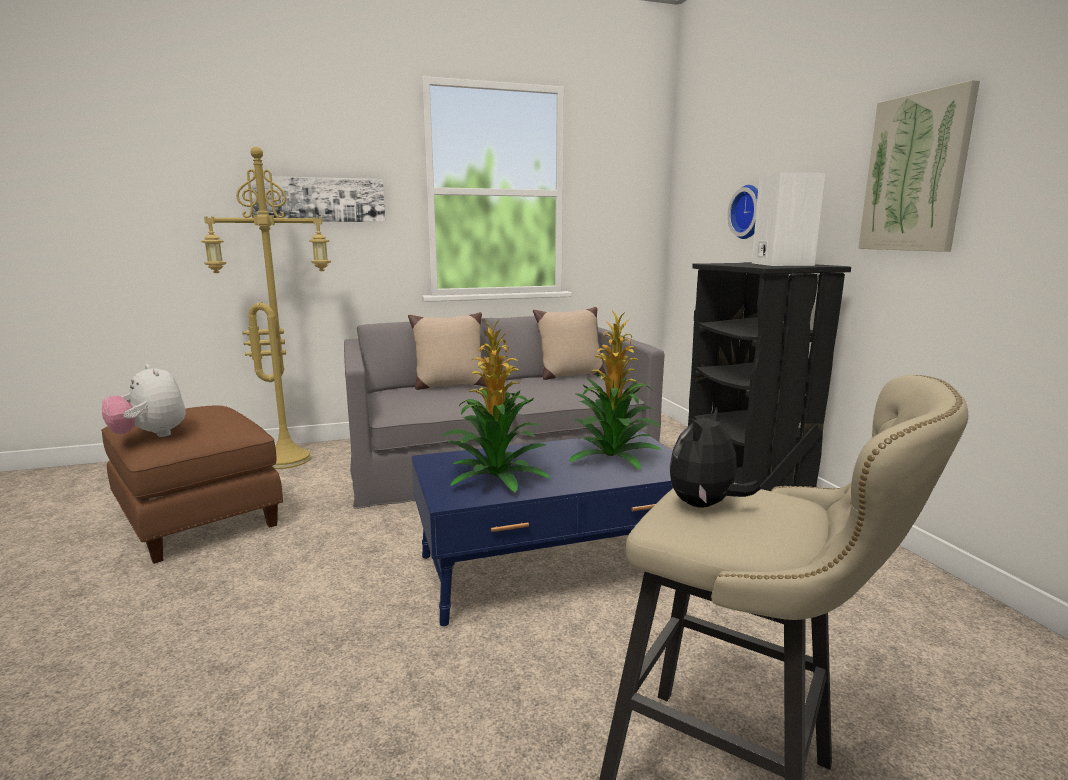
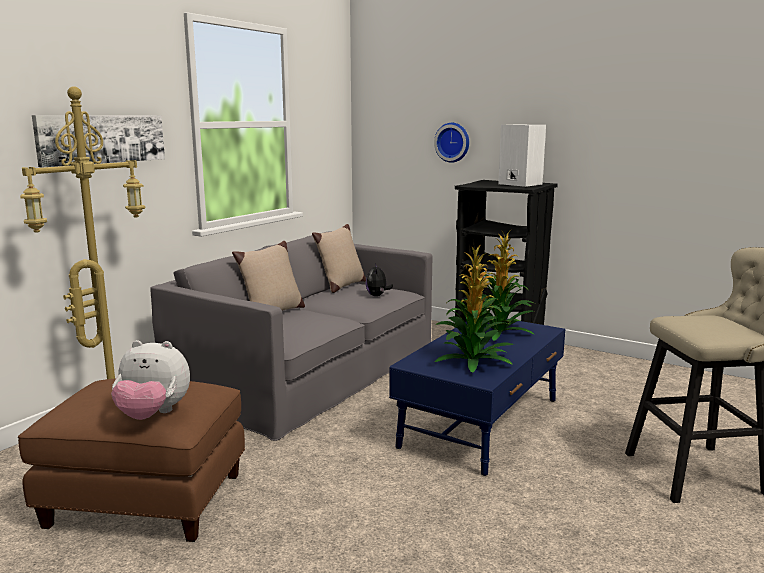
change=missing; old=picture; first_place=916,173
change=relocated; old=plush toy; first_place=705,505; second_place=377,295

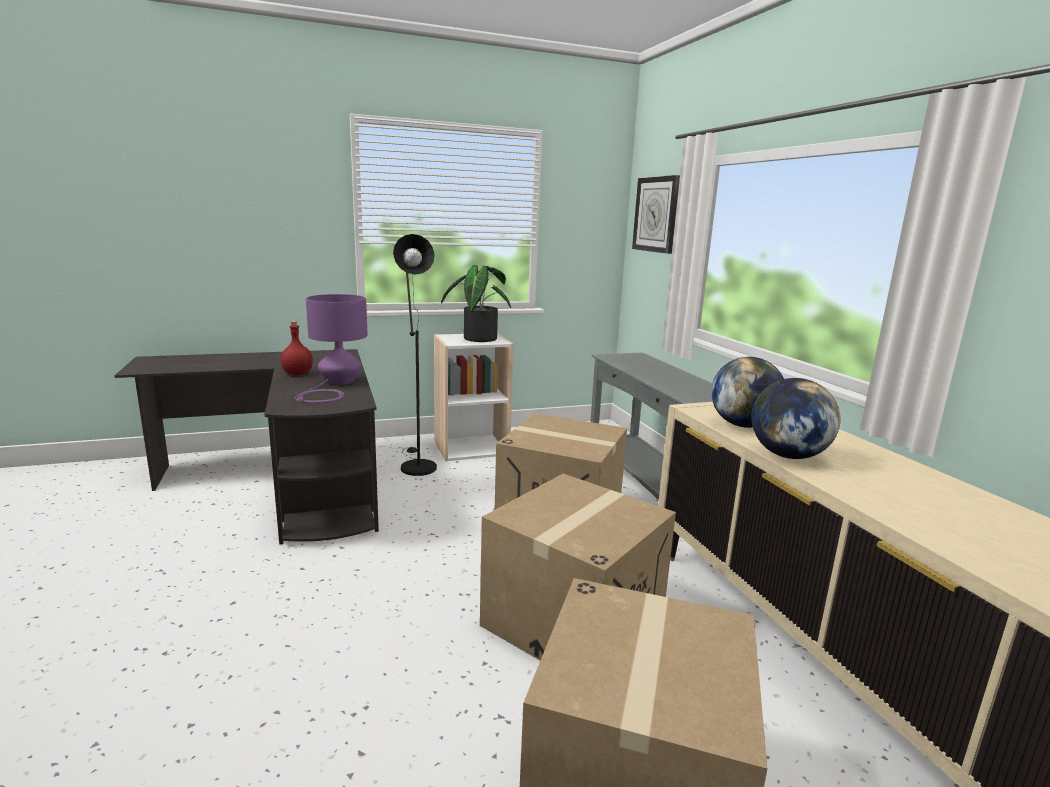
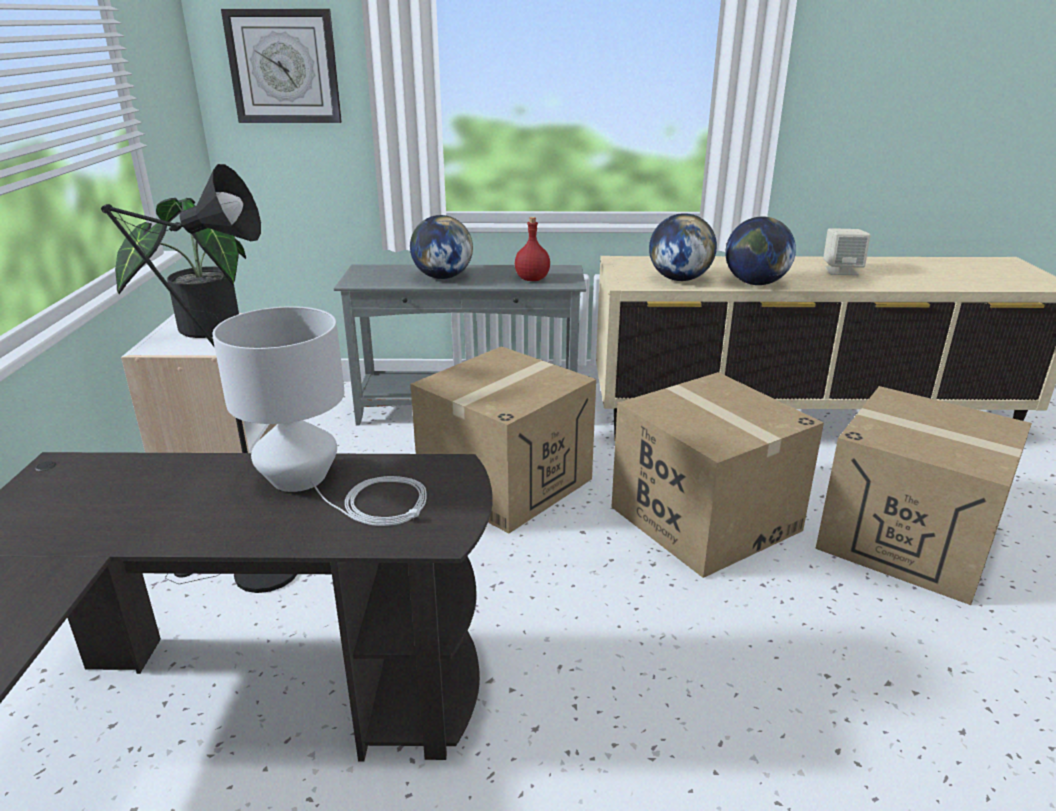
change=colour; old=purple table lamp; new=white table lamp; first_place=332,387; second_place=331,487
change=relocated; old=red bottle; first_place=297,374; second_place=532,279
change=appeared; new=globe; second_place=442,277
change=appeared; new=beige speaker; second_place=841,271

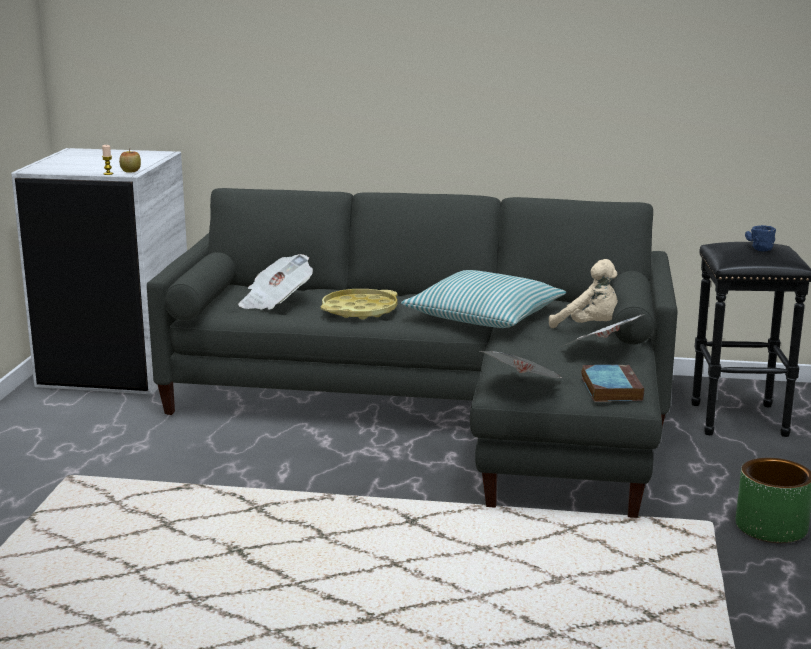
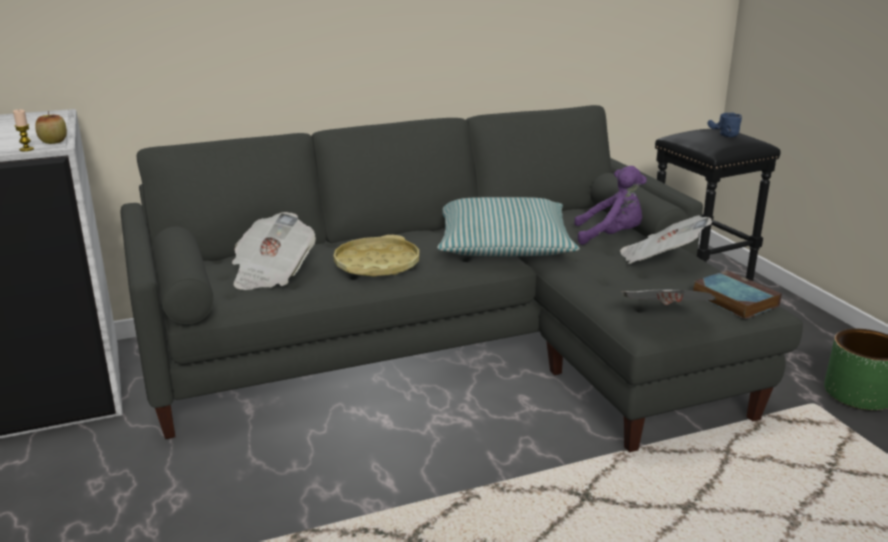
change=colour; old=beige plush toy; new=purple plush toy; first_place=590,327; second_place=611,236

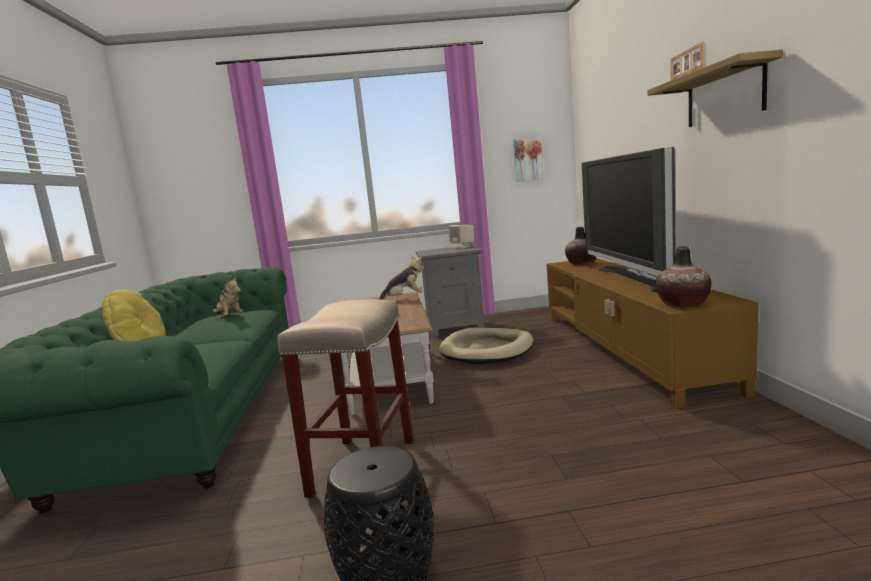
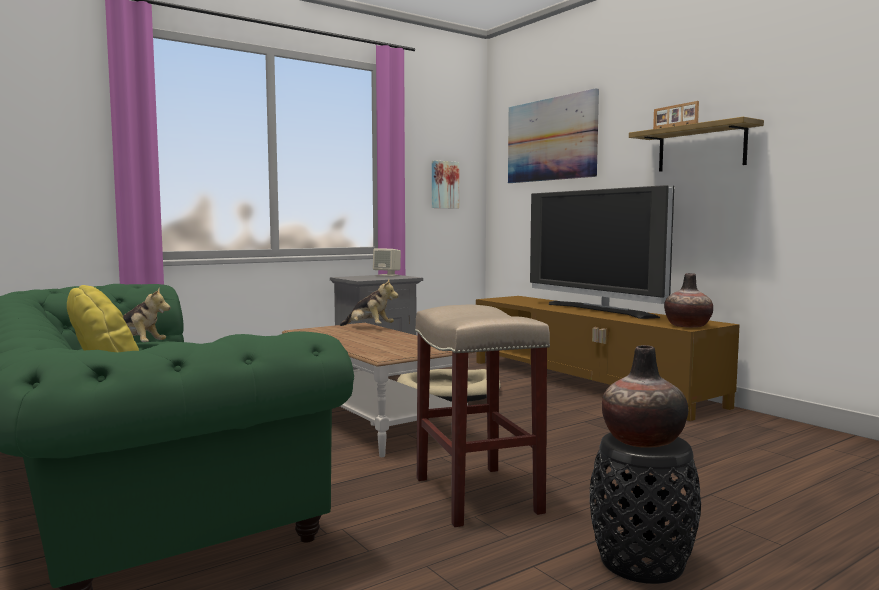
change=relocated; old=vase; first_place=581,263; second_place=642,441
change=spun; old=plush toy; first_place=404,299; second_place=369,328; degrees=75
change=appeared; new=picture; second_place=551,139

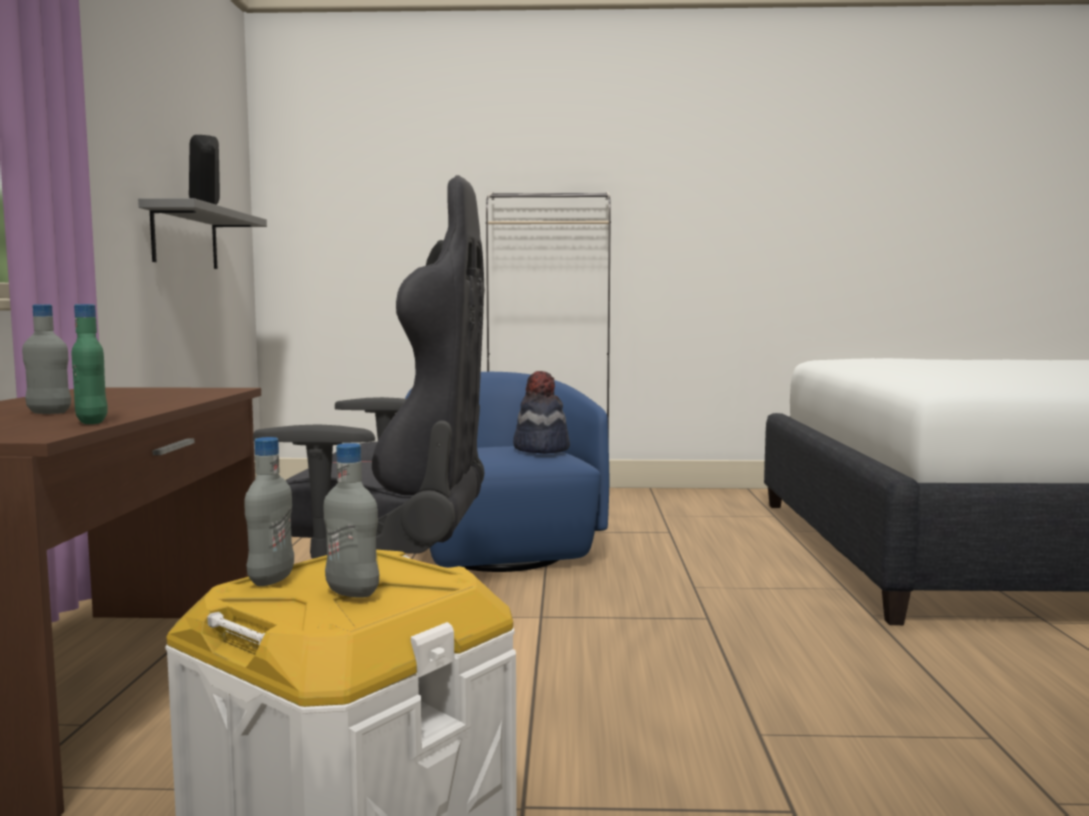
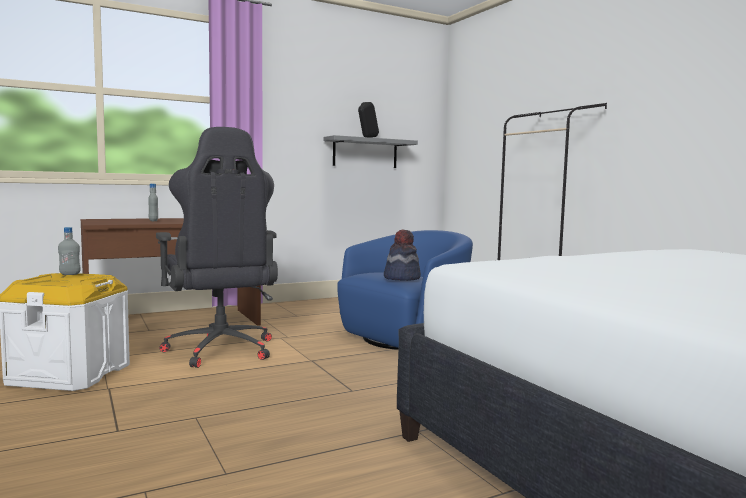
change=missing; old=green bottle; first_place=92,422
change=missing; old=grey bottle; first_place=352,592

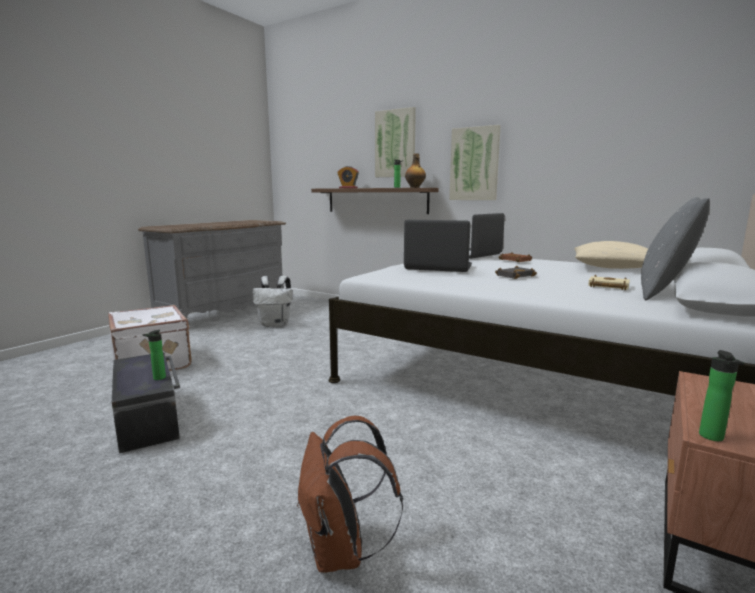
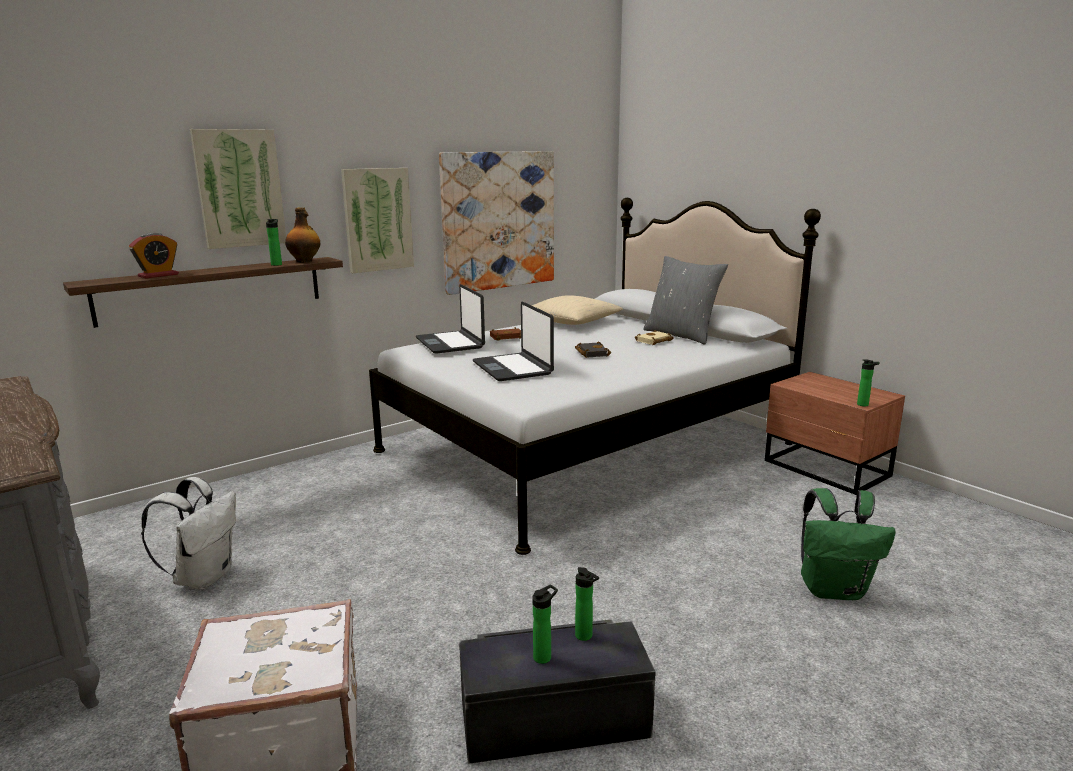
change=spun; old=laptop; first_place=438,267; second_place=513,368; degrees=-60
change=colour; old=brown backpack; new=green backpack; first_place=341,552; second_place=834,589
change=appeared; new=picture; second_place=499,221
change=appeared; new=bottle; second_place=544,656

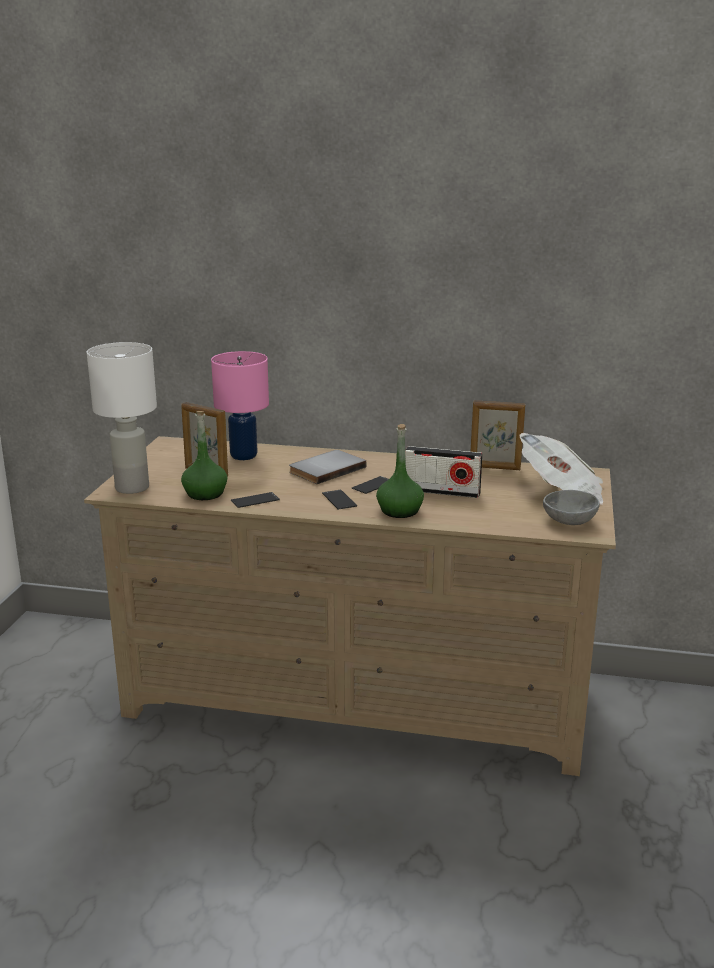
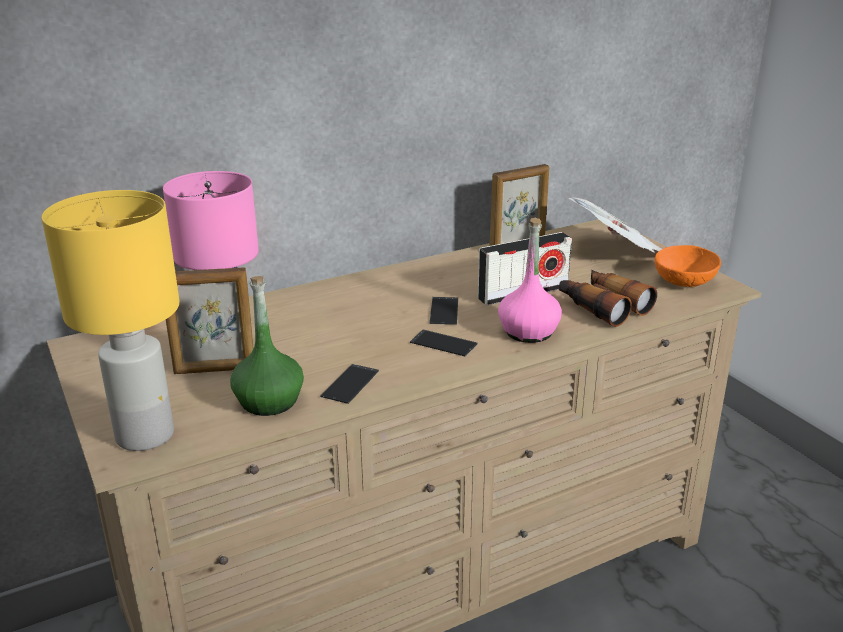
change=colour; old=white table lamp; new=yellow table lamp; first_place=132,487; second_place=143,435
change=colour; old=green bottle; new=pink bottle; first_place=400,511; second_place=529,332
change=missing; old=grey book; first_place=325,469
change=colour; old=grey bowl; new=orange bowl; first_place=569,521; second_place=685,282
change=appeared; new=binoculars; second_place=602,306

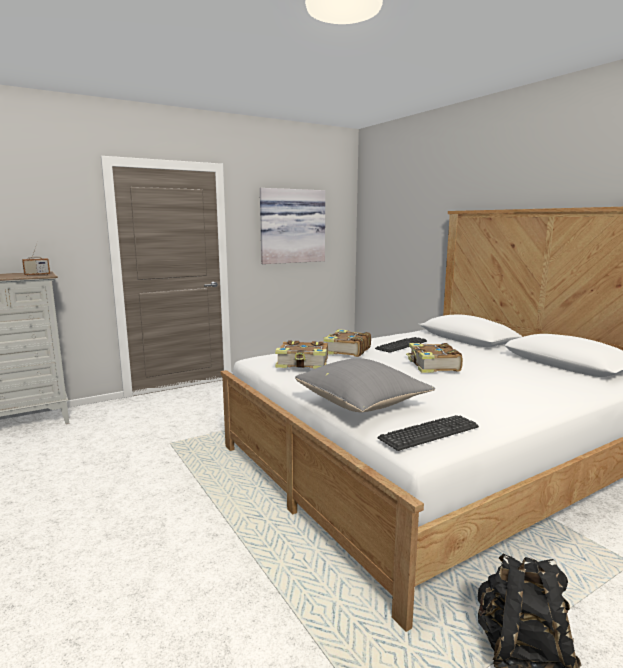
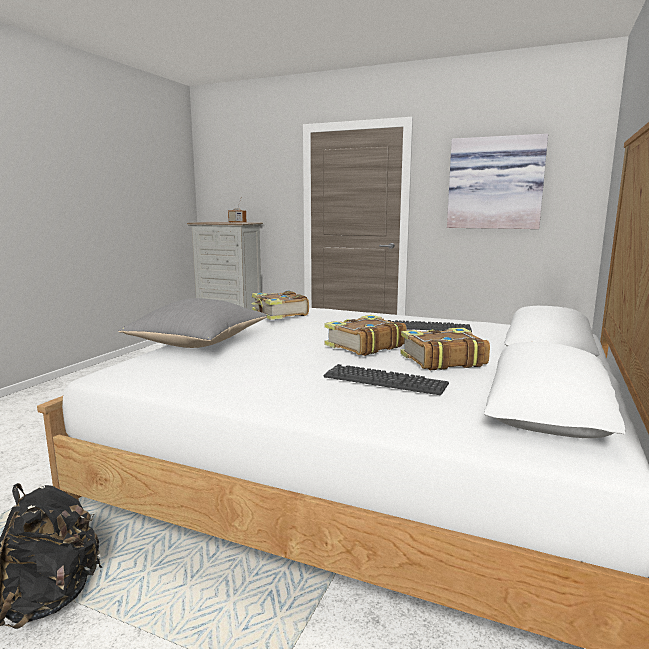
change=relocated; old=book; first_place=346,351; second_place=441,360
change=relocated; old=keyboard; first_place=429,433; second_place=384,381

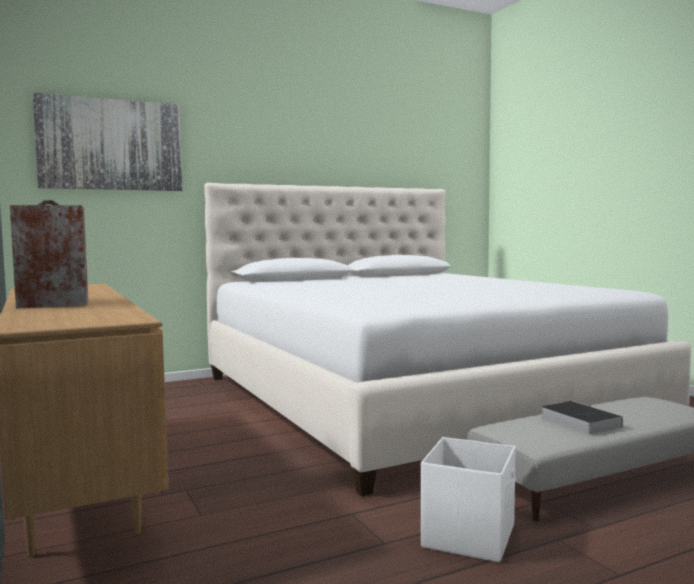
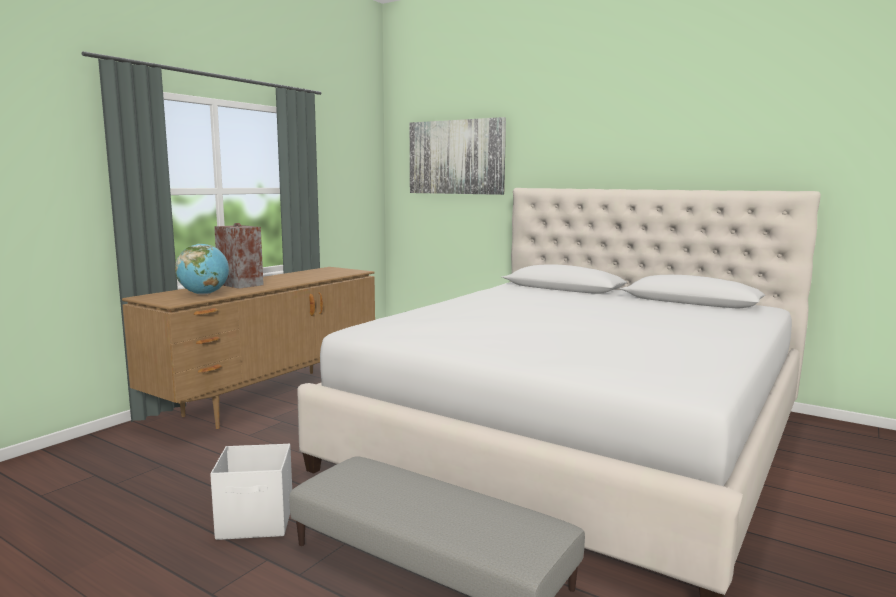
change=missing; old=book; first_place=577,422
change=appeared; new=globe; second_place=204,294

